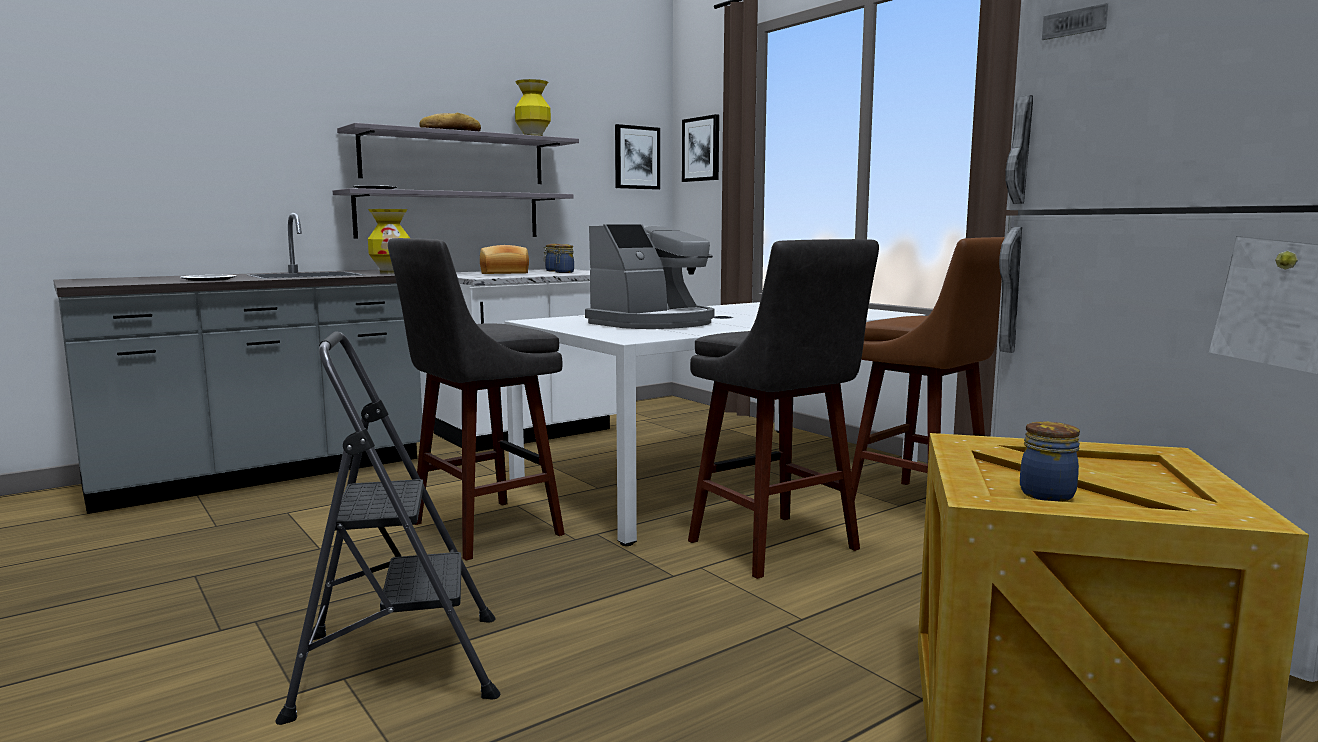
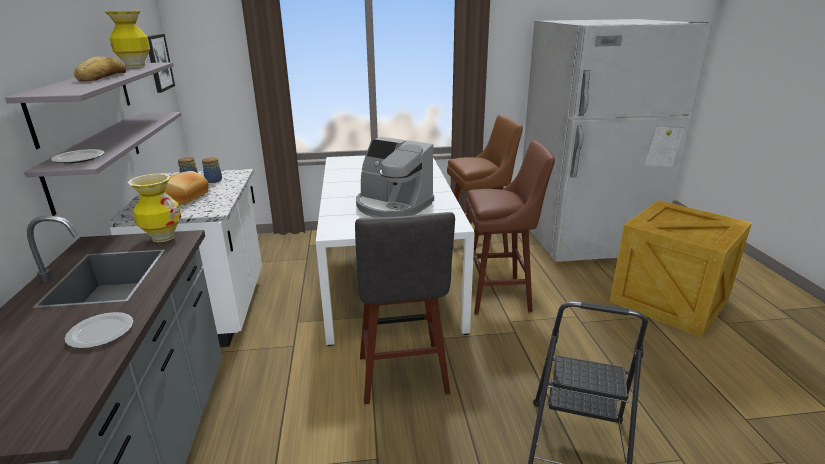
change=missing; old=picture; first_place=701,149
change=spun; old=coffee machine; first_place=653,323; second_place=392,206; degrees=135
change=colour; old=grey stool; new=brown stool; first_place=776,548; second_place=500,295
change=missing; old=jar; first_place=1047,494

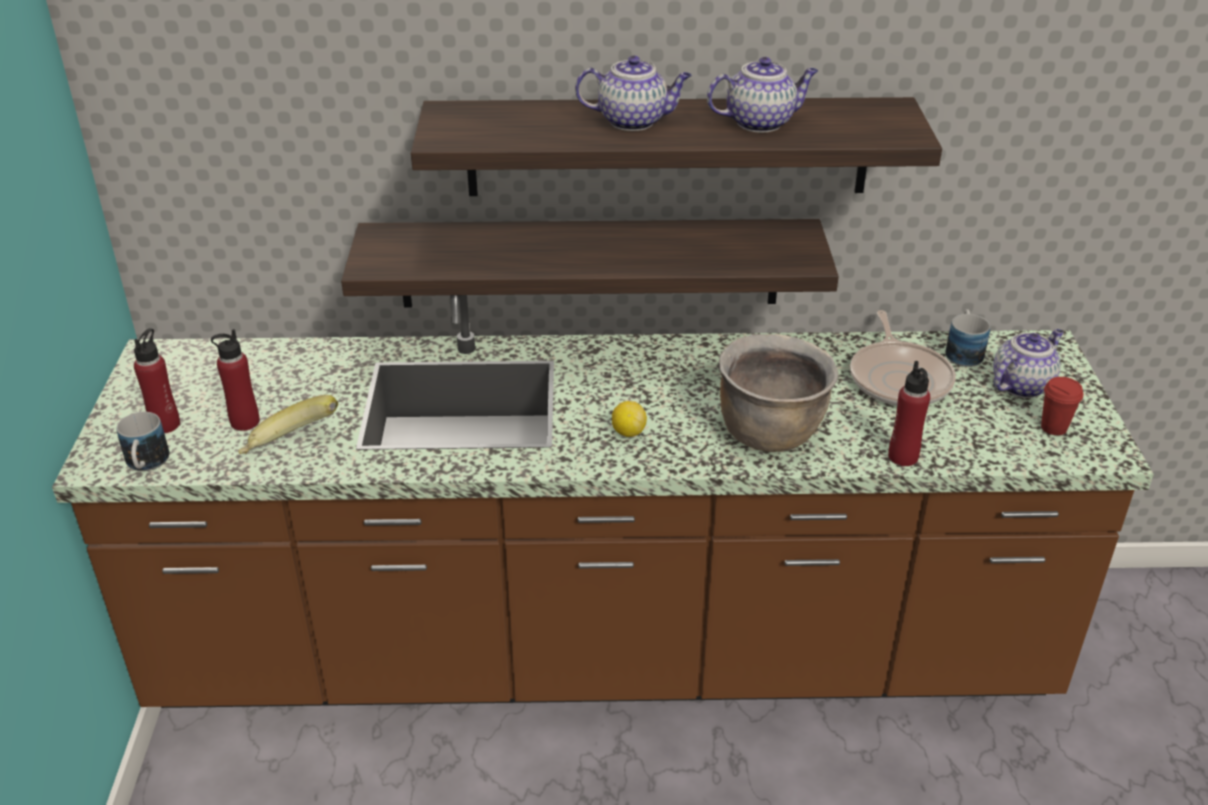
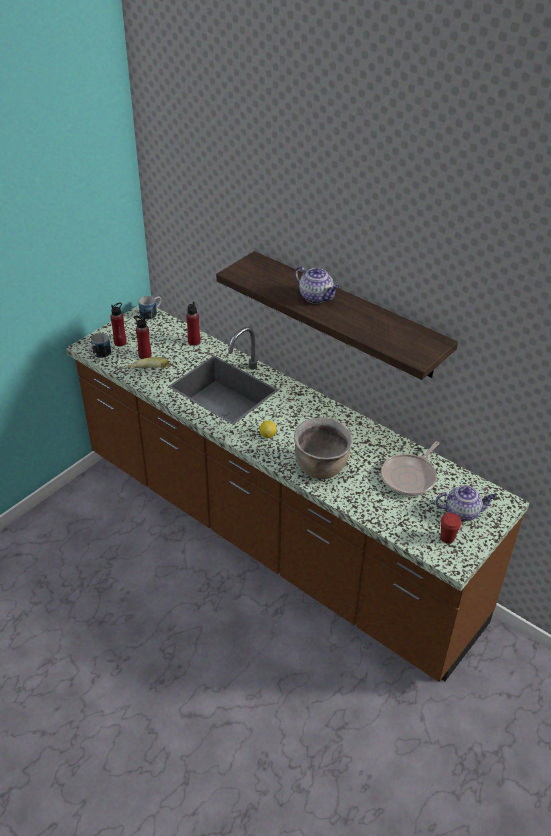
change=missing; old=teapot; first_place=760,122
change=missing; old=shelf; first_place=589,263
change=relocated; old=mug; first_place=963,351; second_place=151,313
change=relocated; old=red bottle; first_place=903,457; second_place=194,341

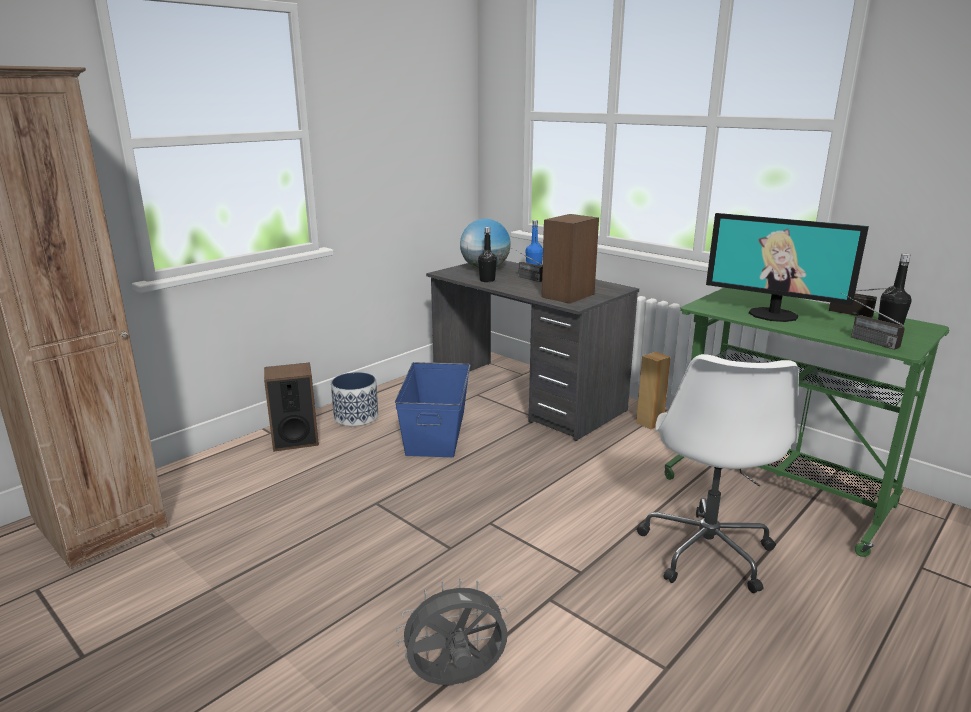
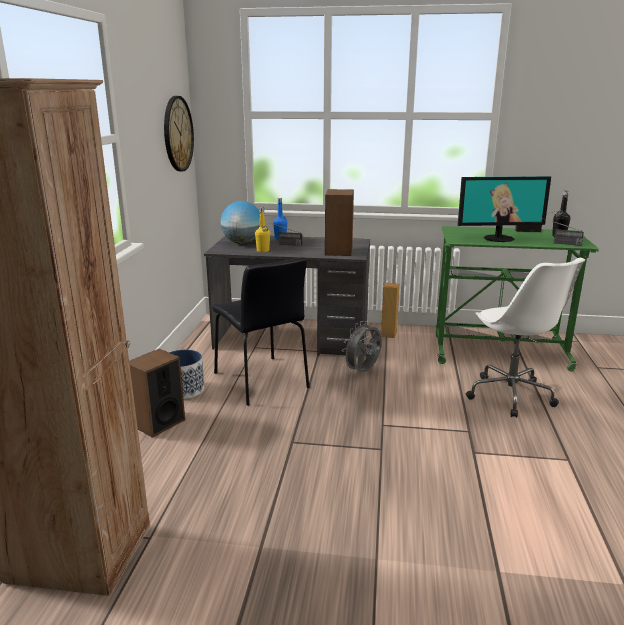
change=colour; old=black bottle; new=yellow bottle; first_place=487,280; second_place=263,251
change=exchanged; old=blue storage box; new=black chair; first_place=435,432; second_place=262,381
change=relocated; old=grey fan; first_place=456,680; second_place=363,372
change=appeared; new=wall clock; second_place=177,134

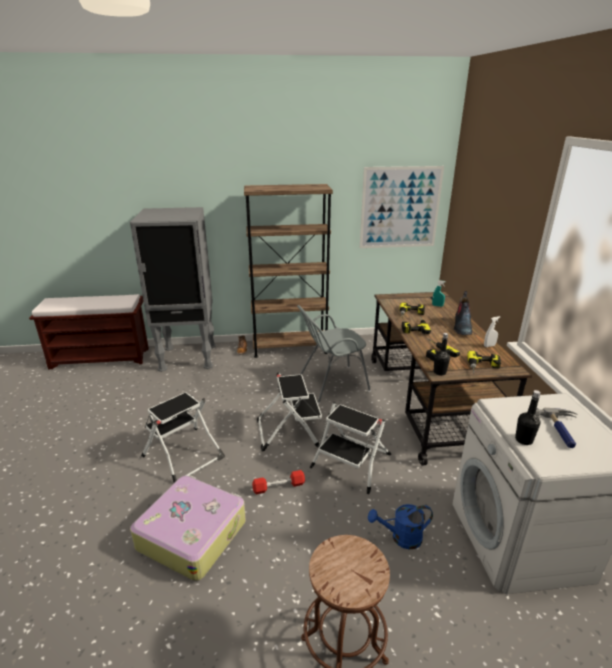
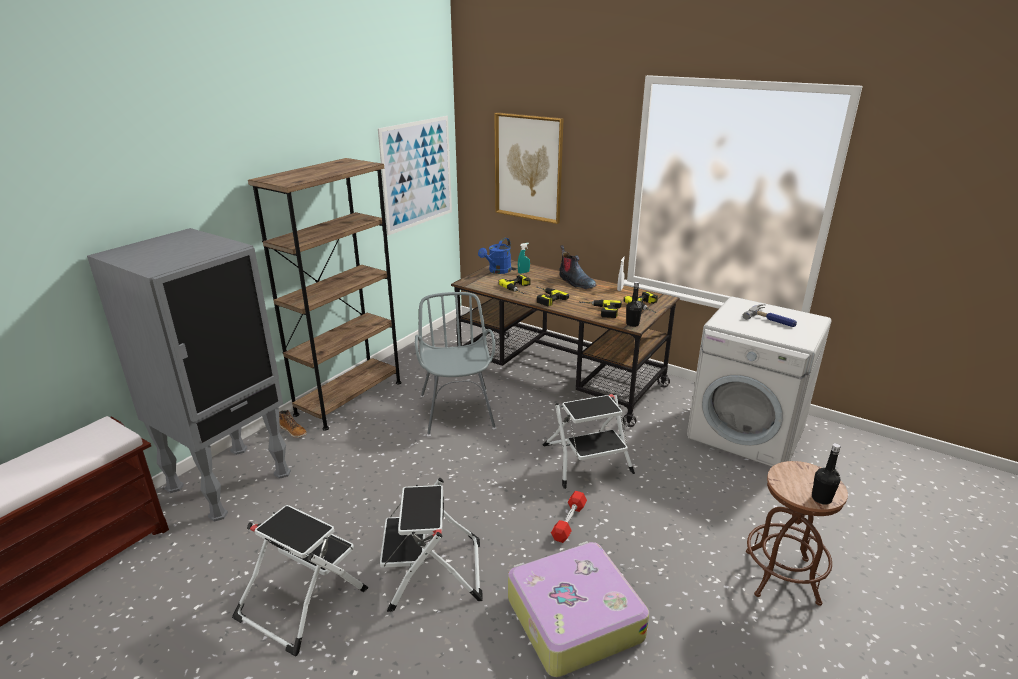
change=spun; old=grey chair; first_place=331,384; second_place=457,409; degrees=150
change=relocated; old=step ladder; first_place=289,430; second_place=302,599
change=relocated; old=black bottle; first_place=523,440; second_place=821,498
change=relocated; old=blue watering can; first_place=401,538; second_place=497,271
change=appeared; new=picture; second_place=528,168

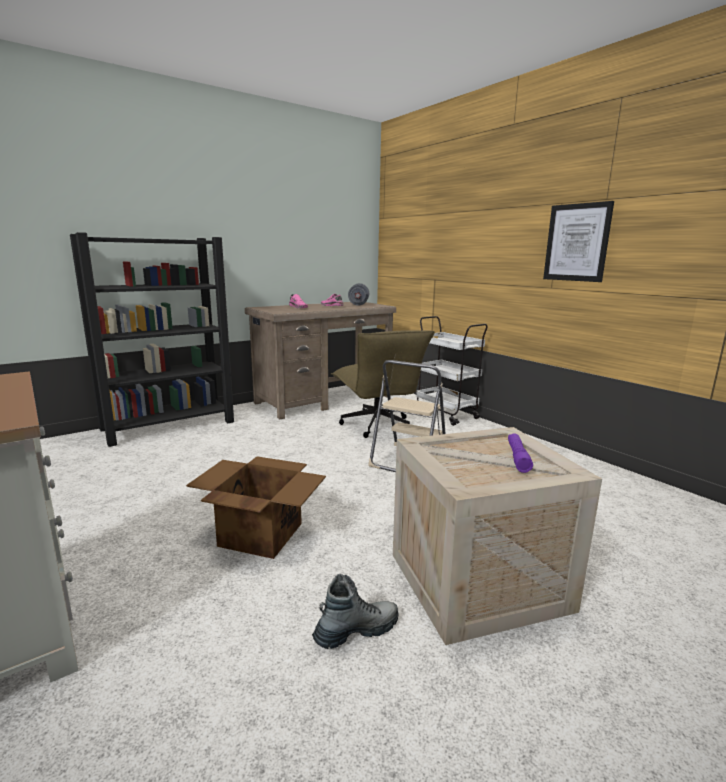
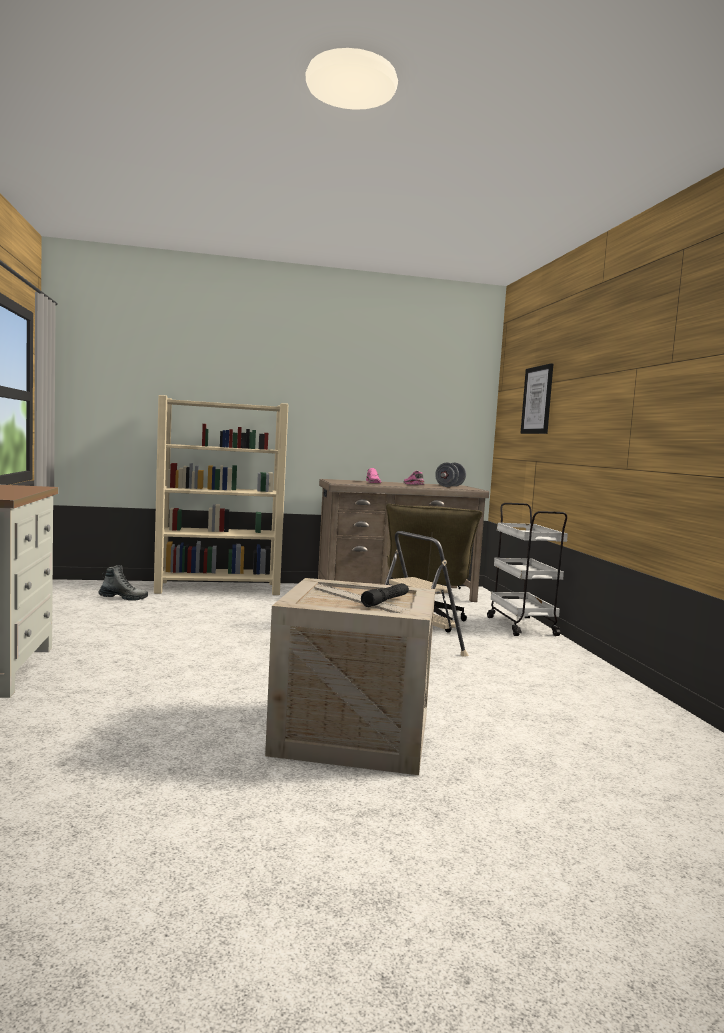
change=relocated; old=picture; first_place=577,242; second_place=537,400
change=colour; old=black bookcase; new=beige bookcase; first_place=168,425; second_place=218,588
change=colour; old=purple flashlight; new=black flashlight; first_place=517,457; second_place=385,601
change=missing; old=cardboard box; first_place=260,534
change=relocated; old=boot; first_place=356,631; second_place=123,598

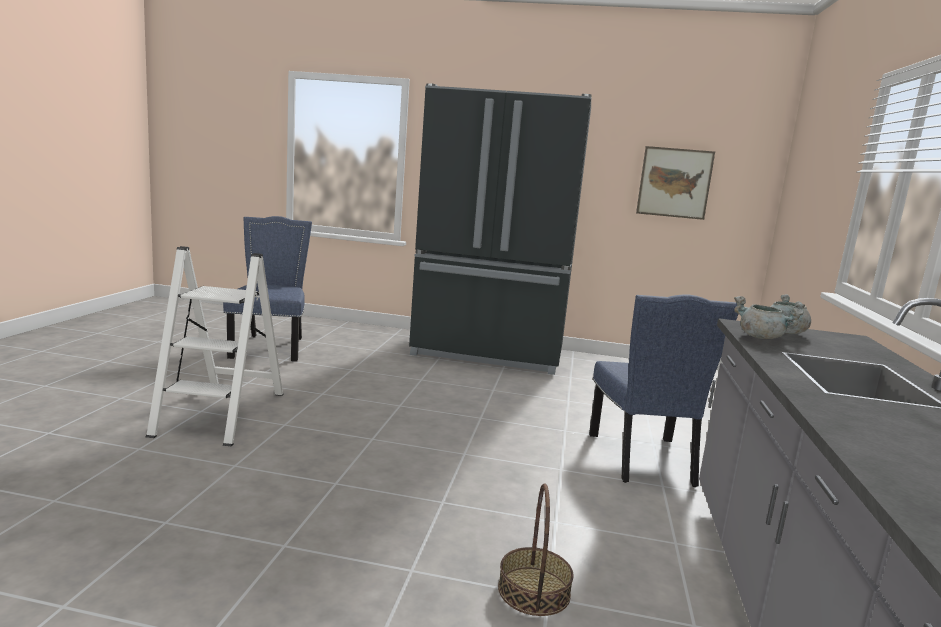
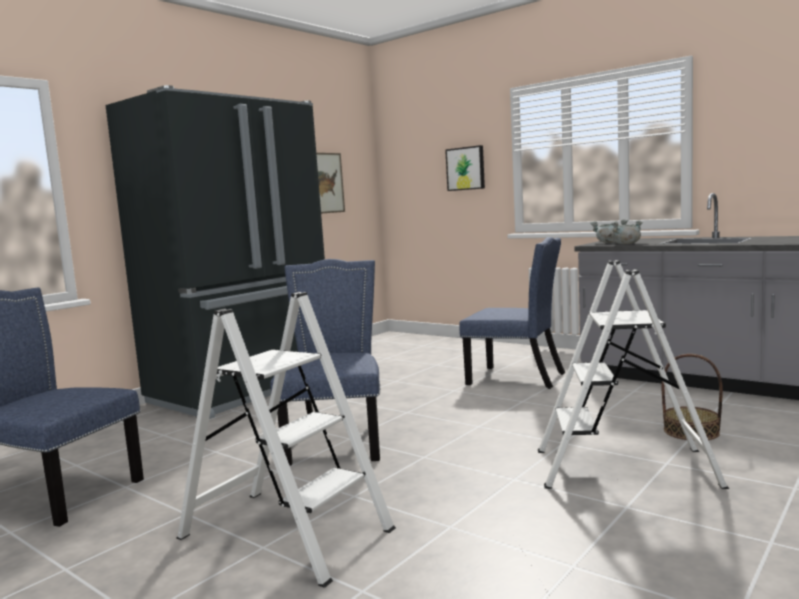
change=appeared; new=picture; second_place=466,168
change=appeared; new=blue chair; second_place=337,443
change=appeared; new=white step ladder; second_place=627,467

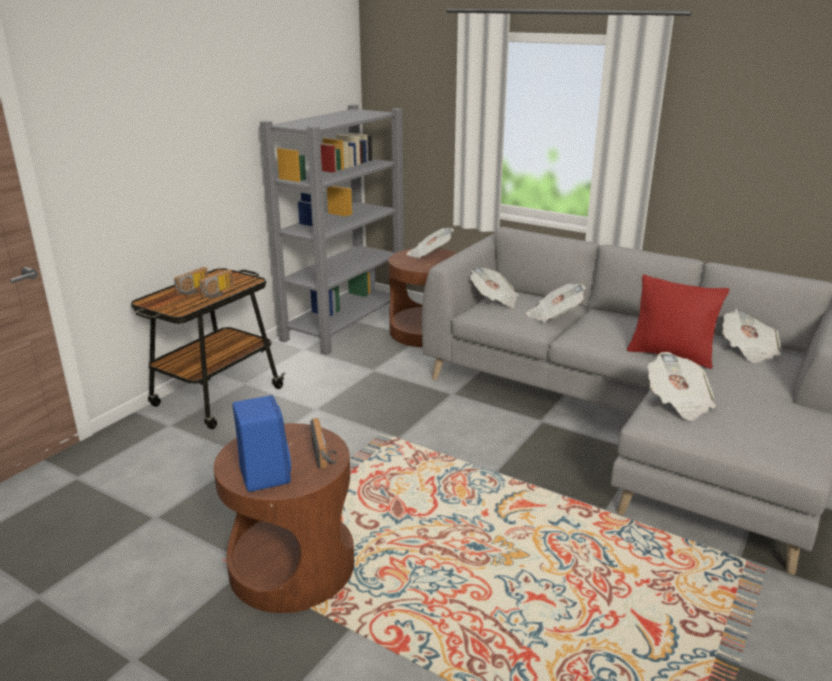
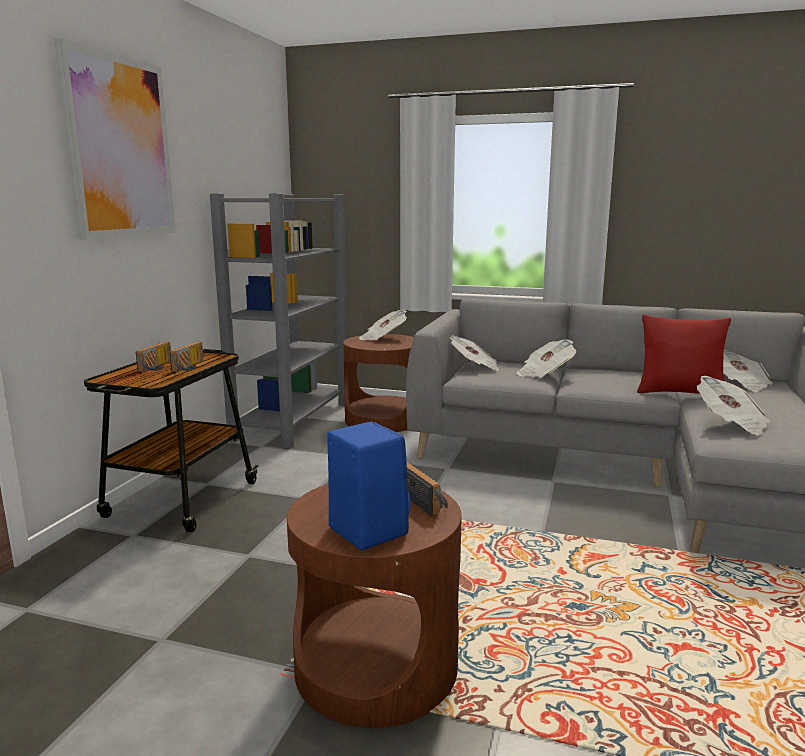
change=appeared; new=picture; second_place=120,148

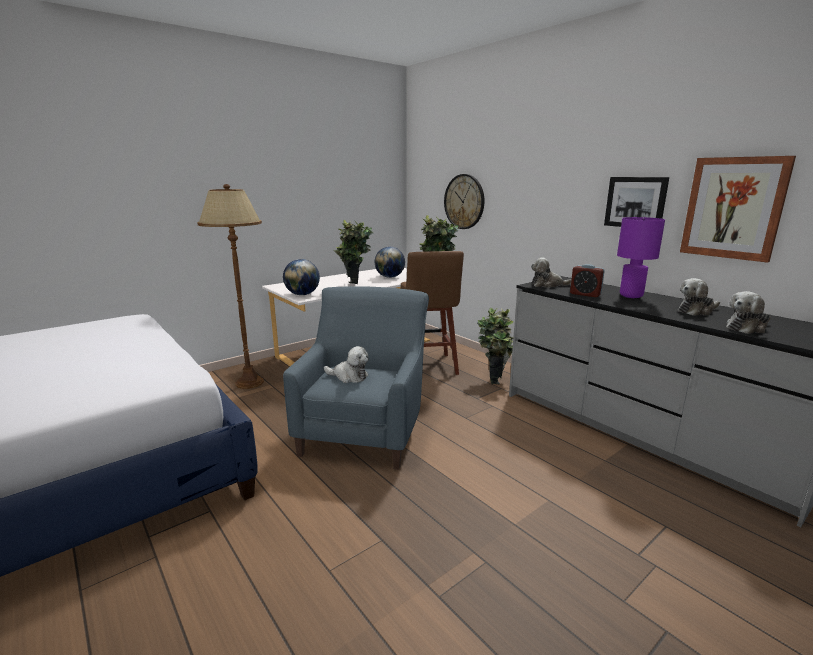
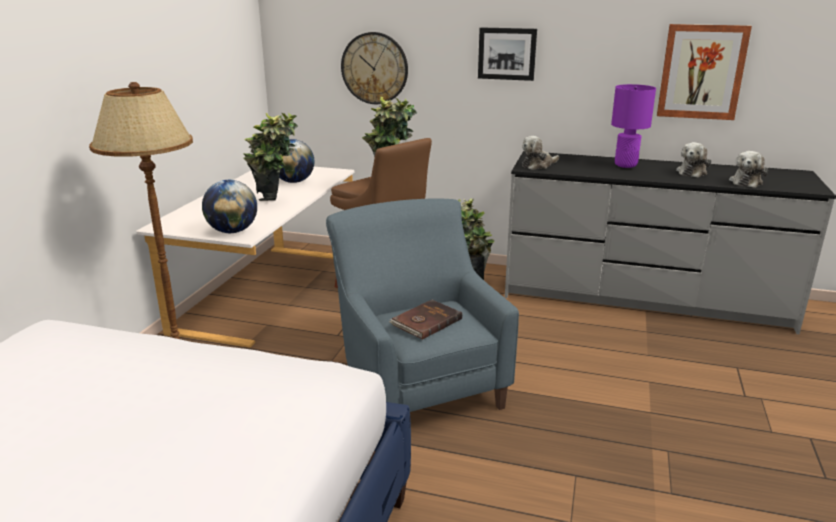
change=relocated; old=picture; first_place=635,202; second_place=507,53
change=missing; old=alarm clock; first_place=585,294
change=exchanged; old=plush toy; new=brown book; first_place=349,376; second_place=425,321

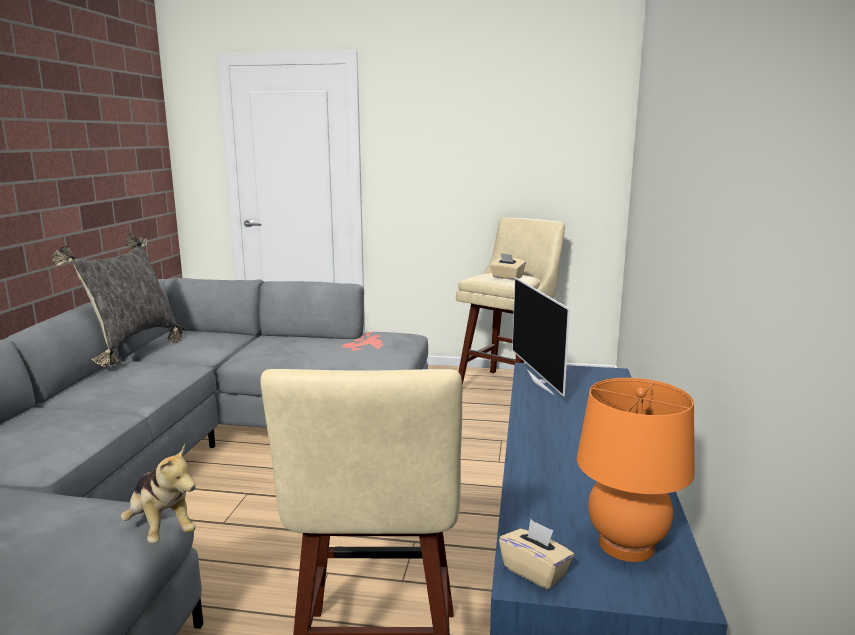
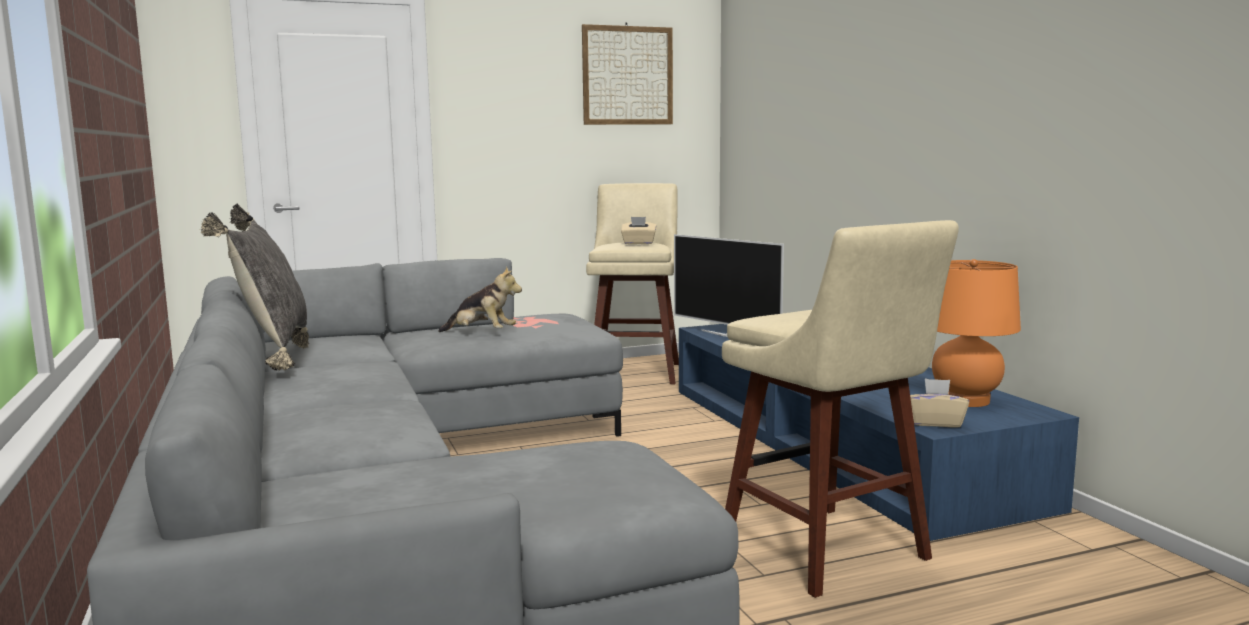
change=relocated; old=plush toy; first_place=161,529; second_place=481,334
change=appeared; new=picture; second_place=627,74

